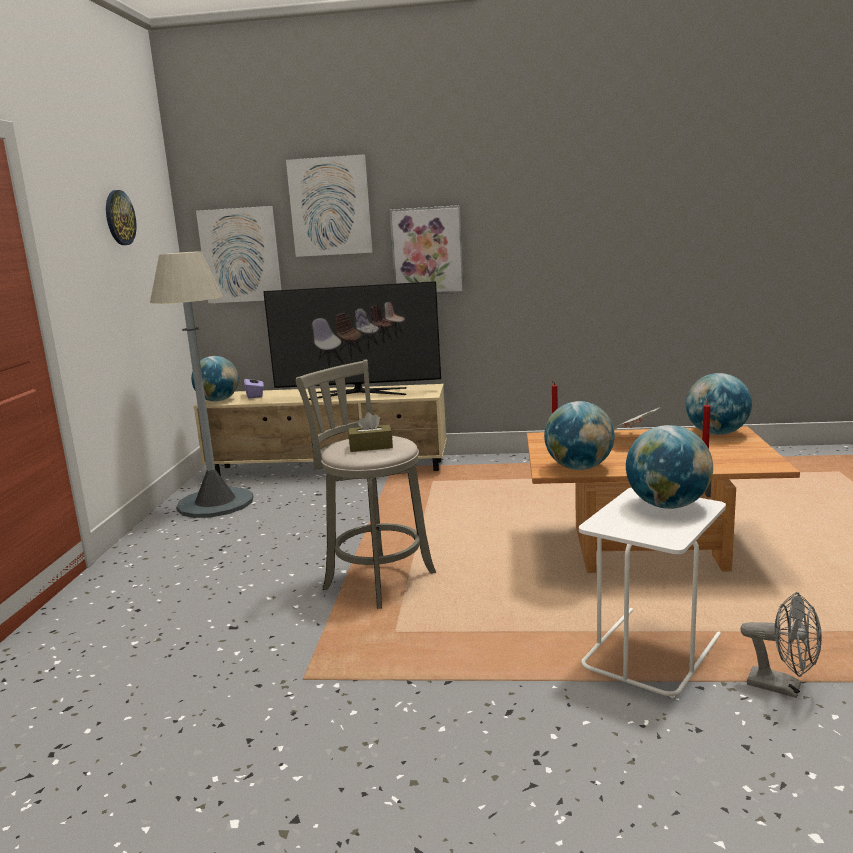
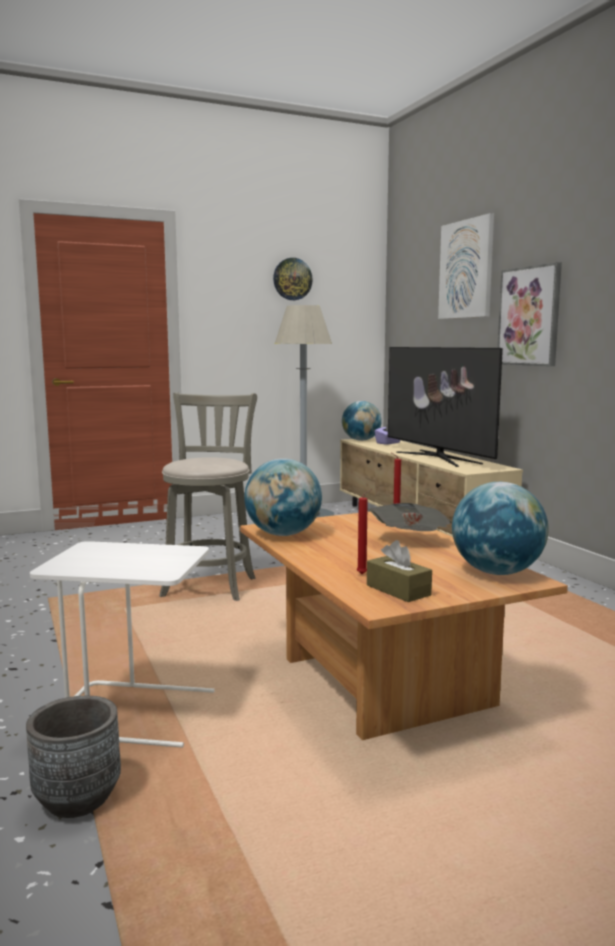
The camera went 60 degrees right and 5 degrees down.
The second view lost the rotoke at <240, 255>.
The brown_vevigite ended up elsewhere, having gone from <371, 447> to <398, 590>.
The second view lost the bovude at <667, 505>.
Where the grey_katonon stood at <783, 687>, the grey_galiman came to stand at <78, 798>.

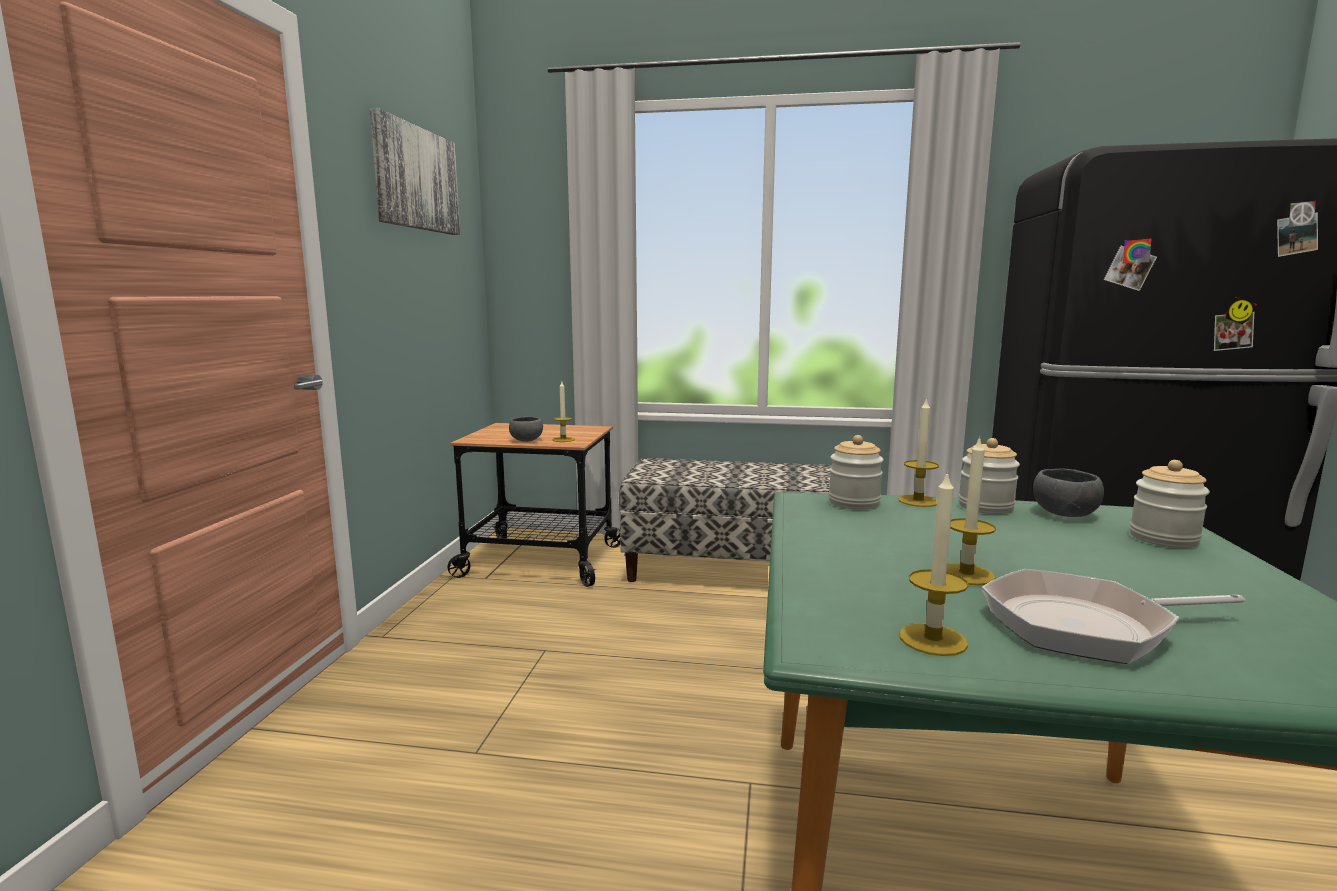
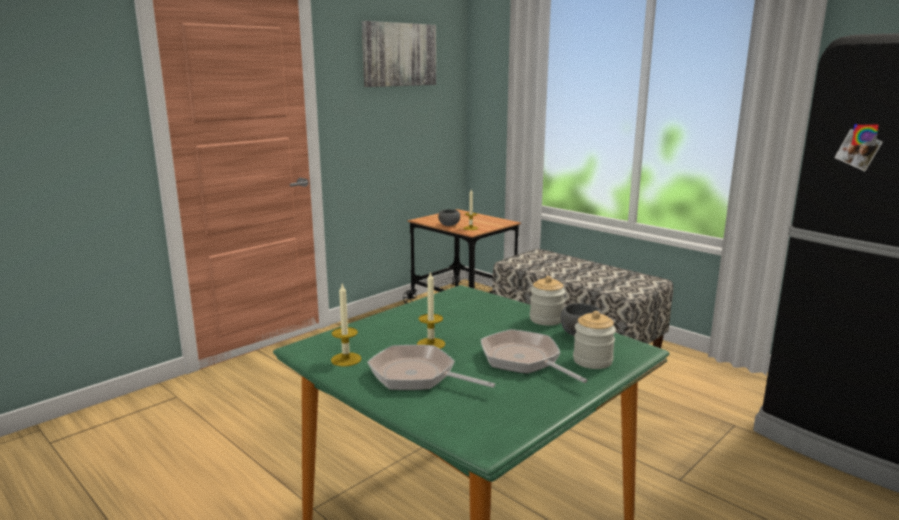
The camera went 35 degrees right and 5 degrees up.
The second view lost the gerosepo at <854, 502>.
The second view lost the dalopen at <918, 501>.
The second view gained the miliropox at <524, 360>.

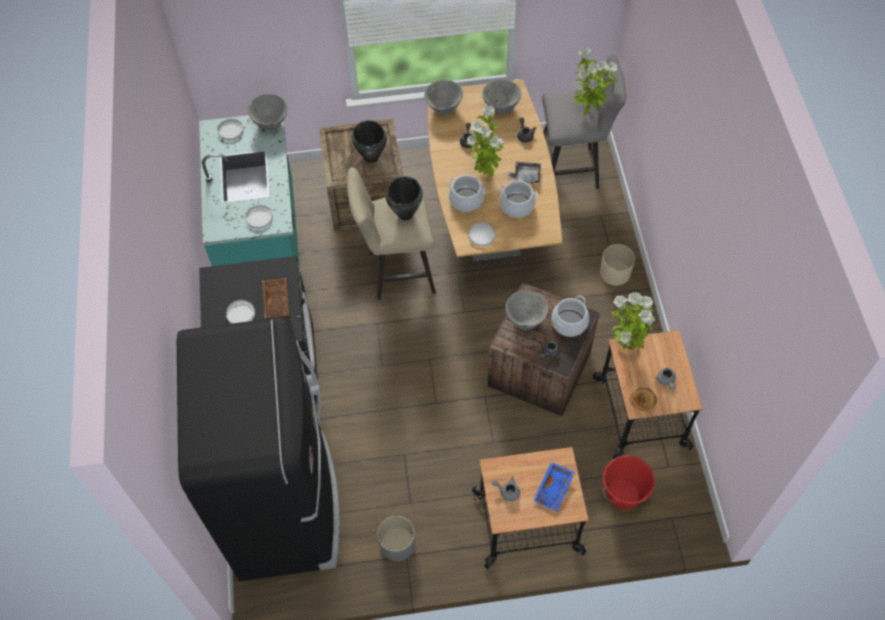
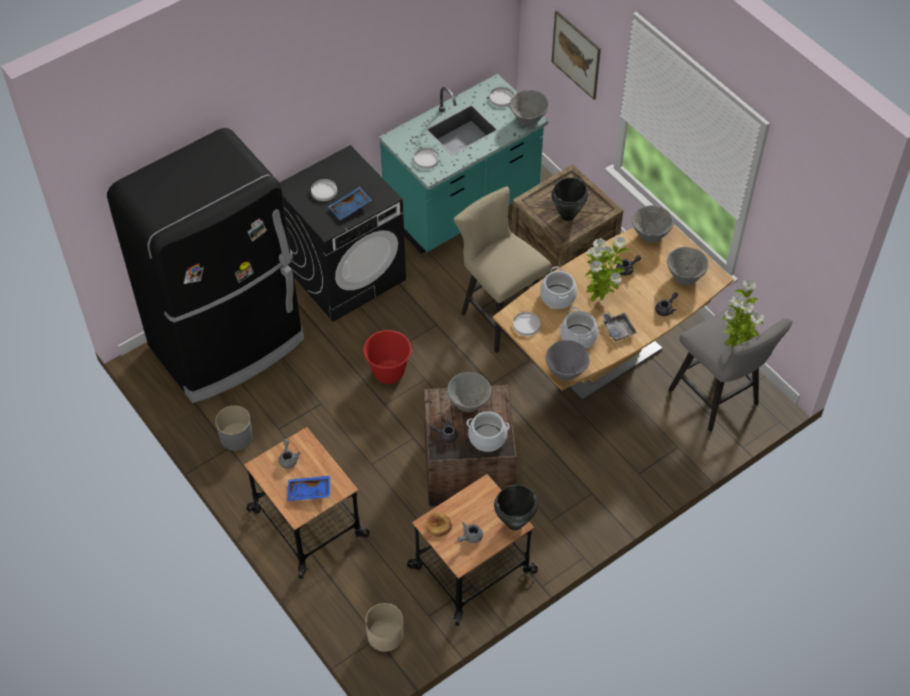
The camera went 60 degrees right and 5 degrees down.
What was the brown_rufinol at <277, 301> turned into the blue_rufinol at <350, 207>.
The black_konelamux ended up elsewhere, having gone from <406, 214> to <515, 523>.
The beige_galiman ended up elsewhere, having gone from <615, 273> to <385, 635>.
The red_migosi ended up elsewhere, having gone from <623, 495> to <388, 372>.
The second view lost the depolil at <626, 346>.
The second view gained the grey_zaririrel at <566, 371>.
The second view gained the rotoke at <576, 55>.

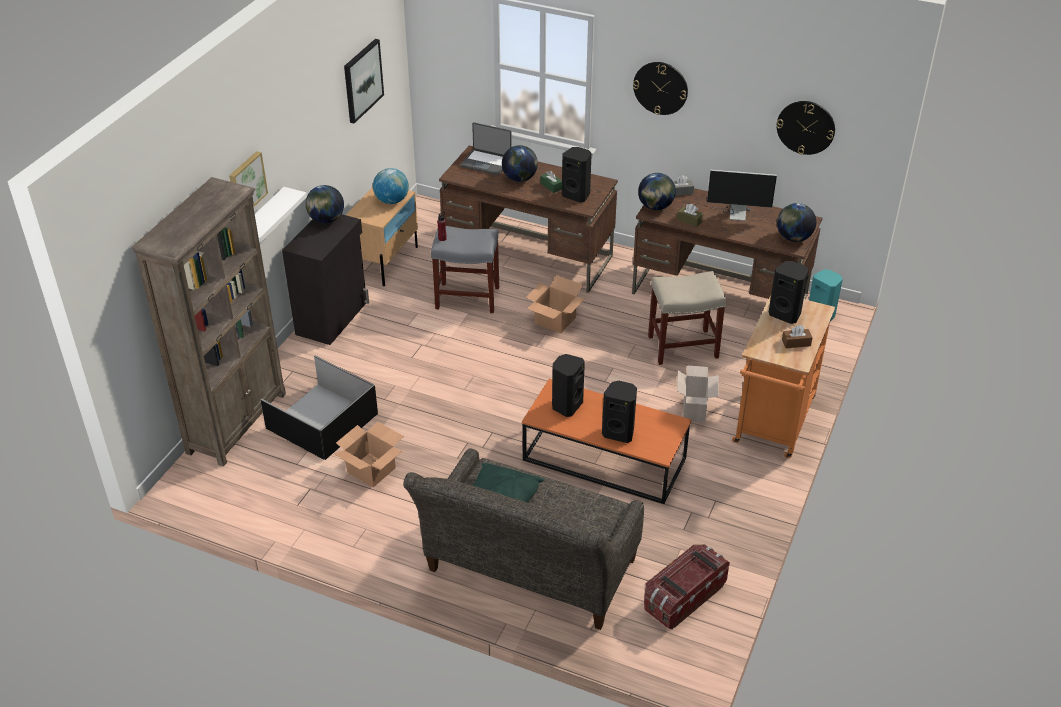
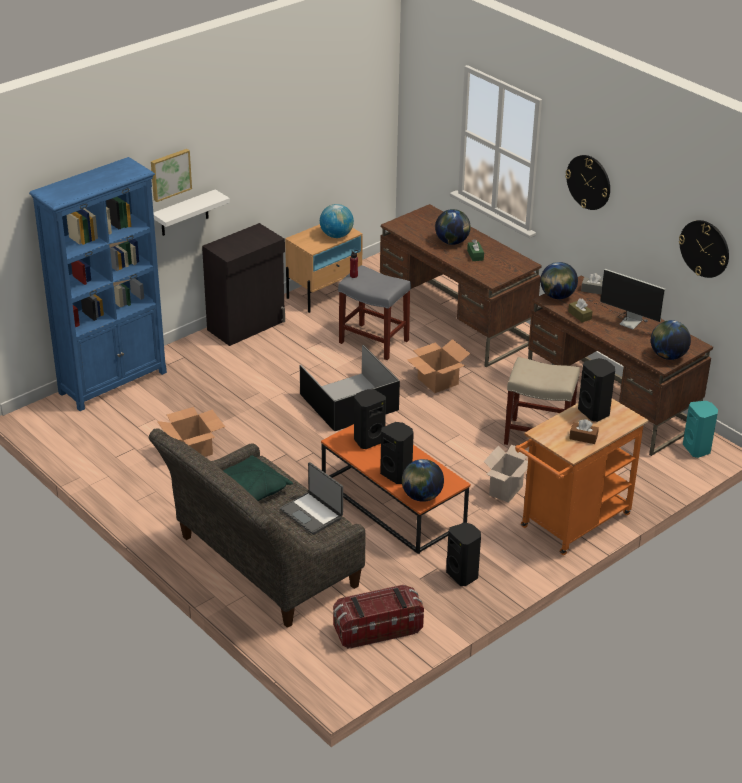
The camera went 25 degrees right and 5 degrees down.
What was the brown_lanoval at <237, 422> turned into the blue_lanoval at <113, 382>.
The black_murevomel ended up elsewhere, having gone from <322, 420> to <350, 401>.
The bovude ended up elsewhere, having gone from <326, 220> to <421, 496>.
The second view lost the rotoke at <362, 80>.
The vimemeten ended up elsewhere, having gone from <486, 162> to <312, 513>.
The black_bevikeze ended up elsewhere, having gone from <576, 195> to <463, 575>.

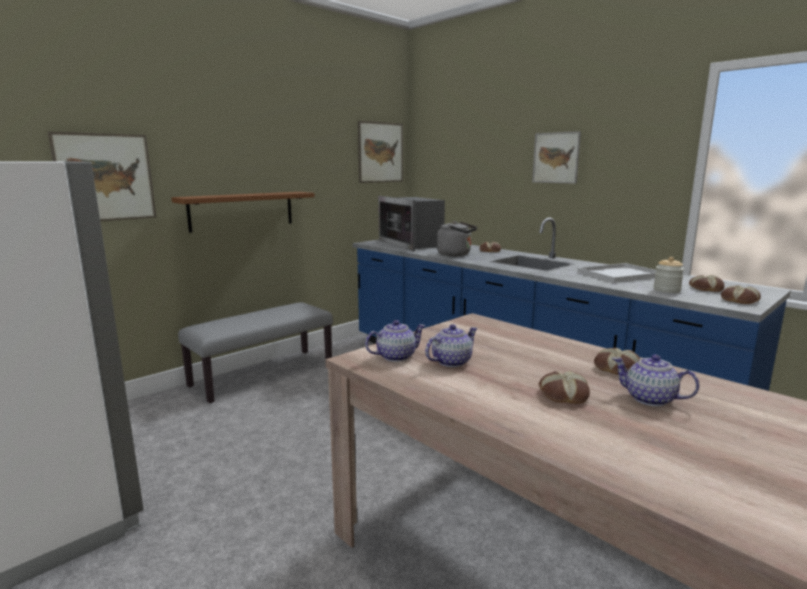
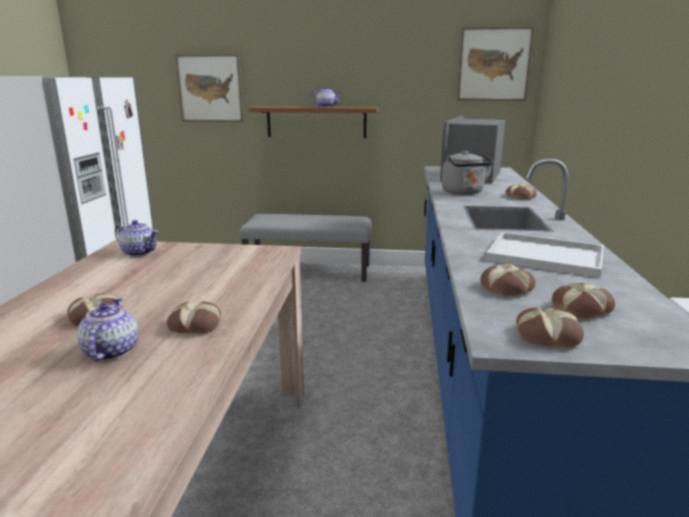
The camera went 50 degrees right and 5 degrees up.
The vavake ended up elsewhere, having gone from <451, 362> to <326, 106>.
The second view lost the rotoke at <556, 158>.
Where the gerosepo stood at <666, 290>, the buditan came to stand at <507, 288>.

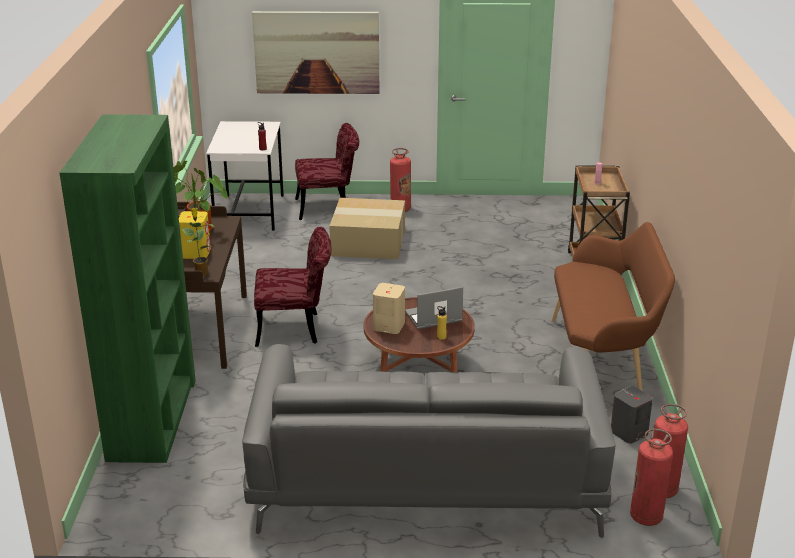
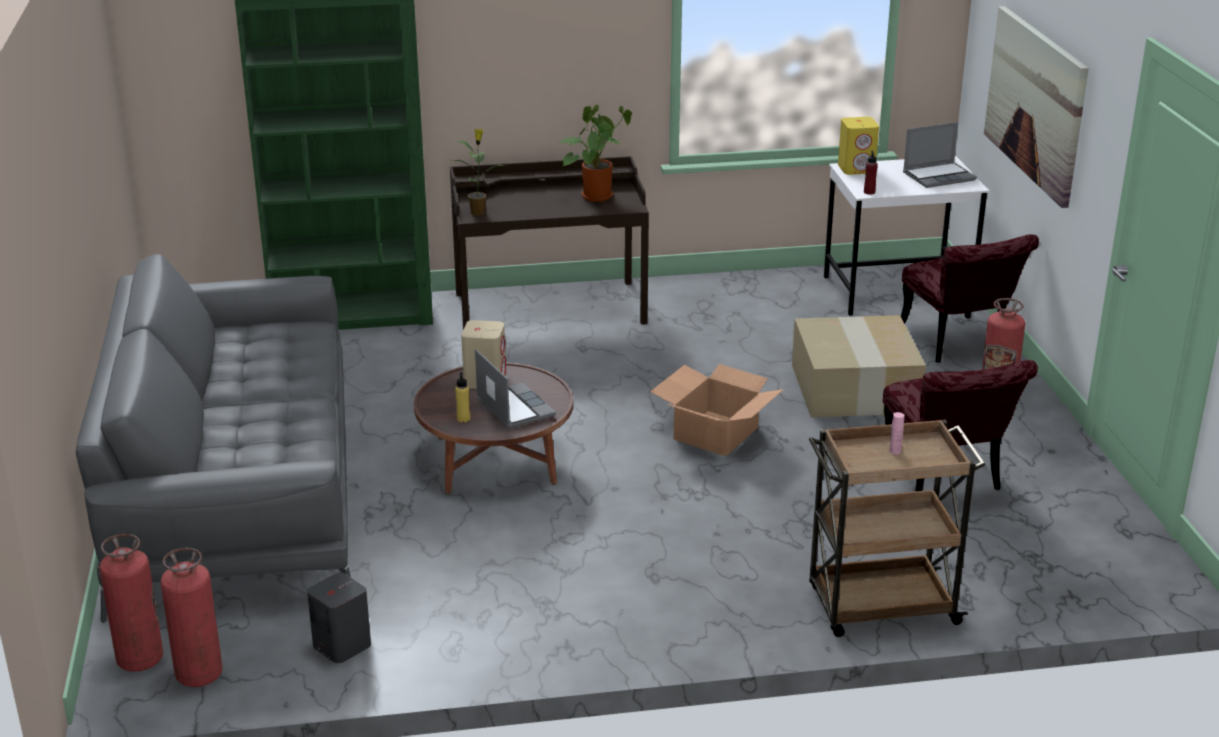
The camera went 80 degrees right and 0 degrees up.
The yellow_bevikeze ended up elsewhere, having gone from <196, 253> to <856, 169>.
The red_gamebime ended up elsewhere, having gone from <296, 329> to <945, 479>.
The second view lost the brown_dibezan at <602, 361>.
The second view gained the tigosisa at <715, 433>.
The second view gained the vimemeten at <939, 176>.

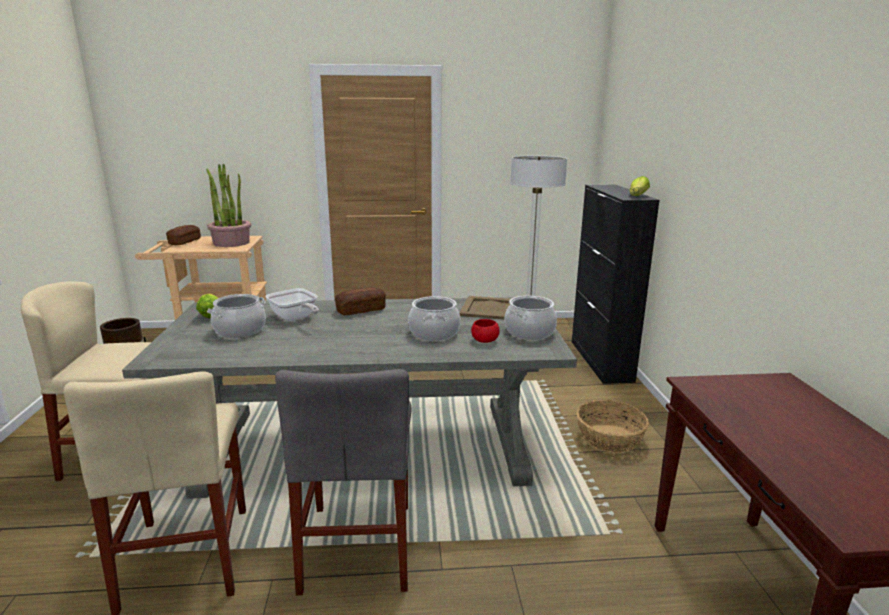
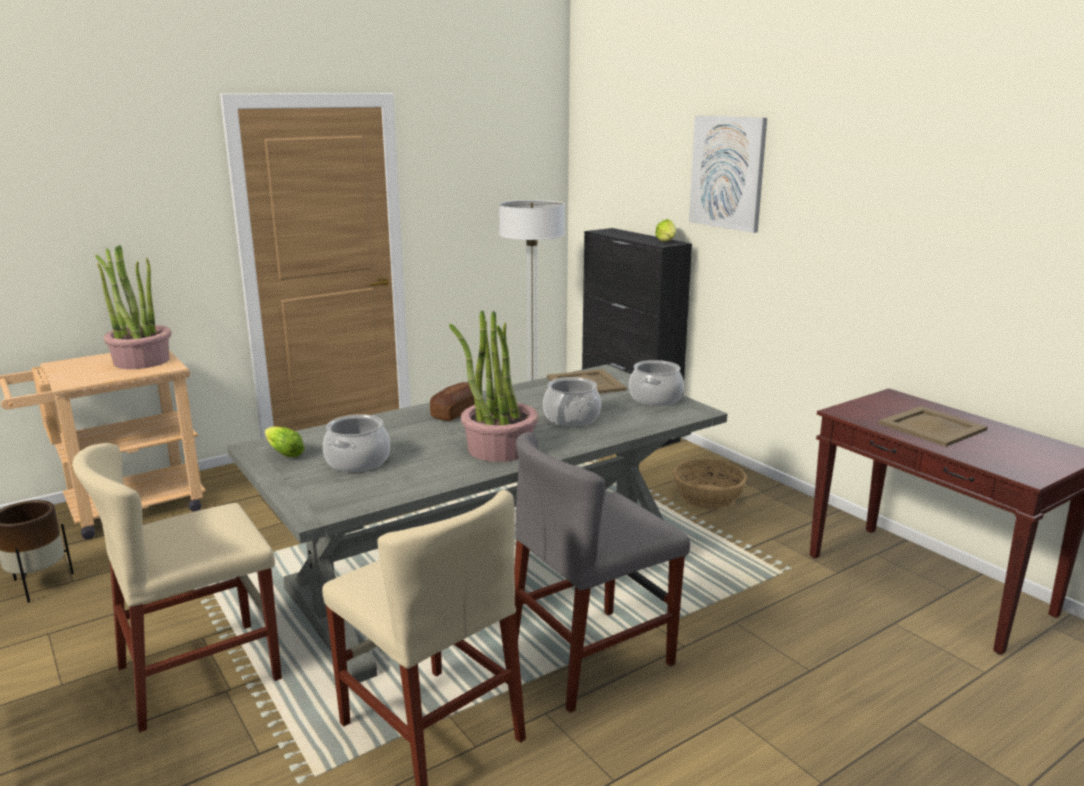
The camera went 30 degrees left and 0 degrees up.
The second view lost the buditan at <184, 242>.
The second view lost the miliropox at <295, 318>.
The grey_gamebime at <358, 546> ended up facing another way, 90 degrees clockwise from before.
The second view lost the red_zaririrel at <484, 341>.
The second view gained the depolil at <499, 449>.
The second view gained the rotoke at <728, 172>.
The second view gained the beige_rufinol at <933, 427>.

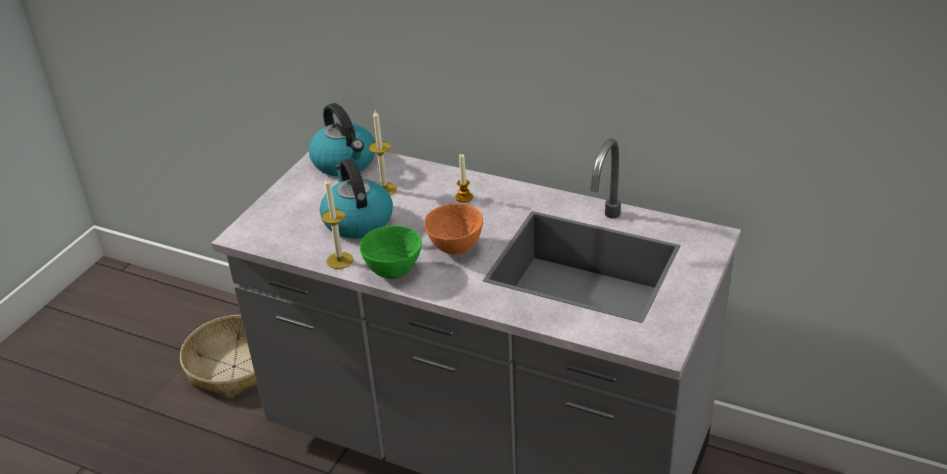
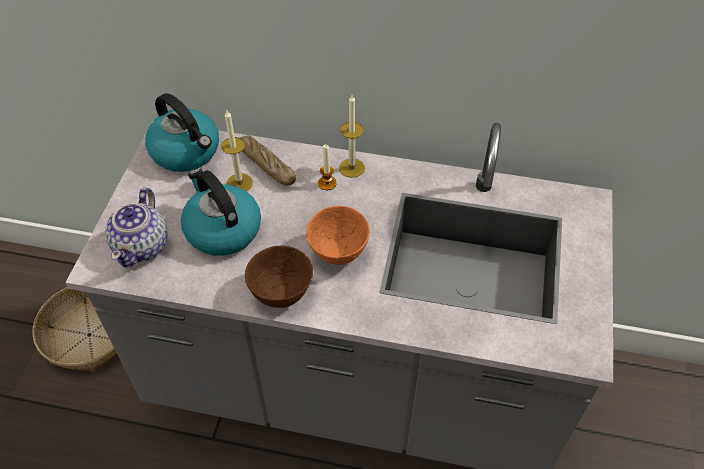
The camera went 15 degrees left and 15 degrees up.
The dalopen ended up elsewhere, having gone from <340, 260> to <352, 168>.
What was the green_zaririrel at <393, 271> turned into the brown_zaririrel at <280, 293>.
The second view gained the vavake at <142, 246>.
The second view gained the buditan at <266, 165>.

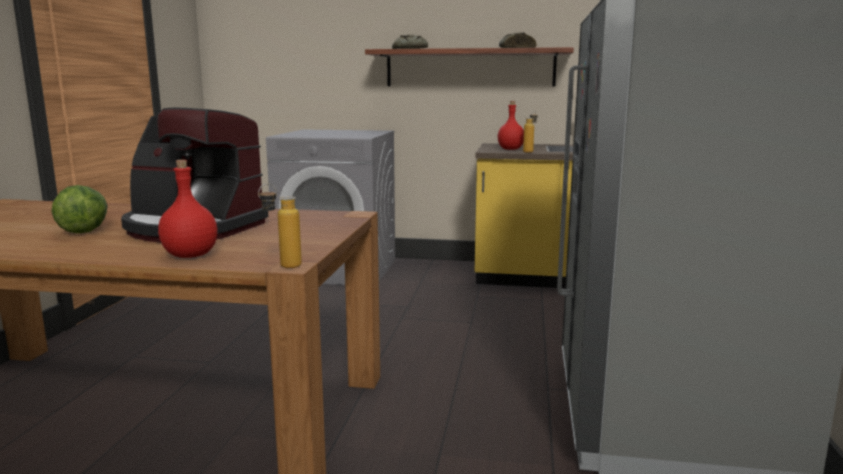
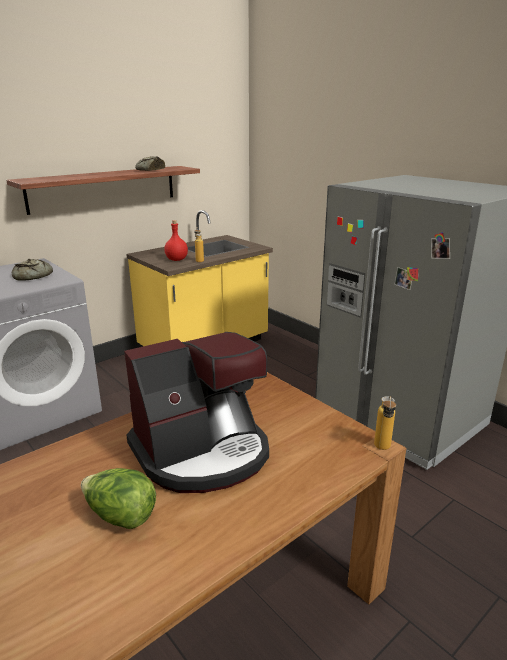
The camera went 50 degrees left and 10 degrees up.
The second view lost the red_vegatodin at <189, 255>.
The buditan ended up elsewhere, having gone from <409, 49> to <32, 276>.

